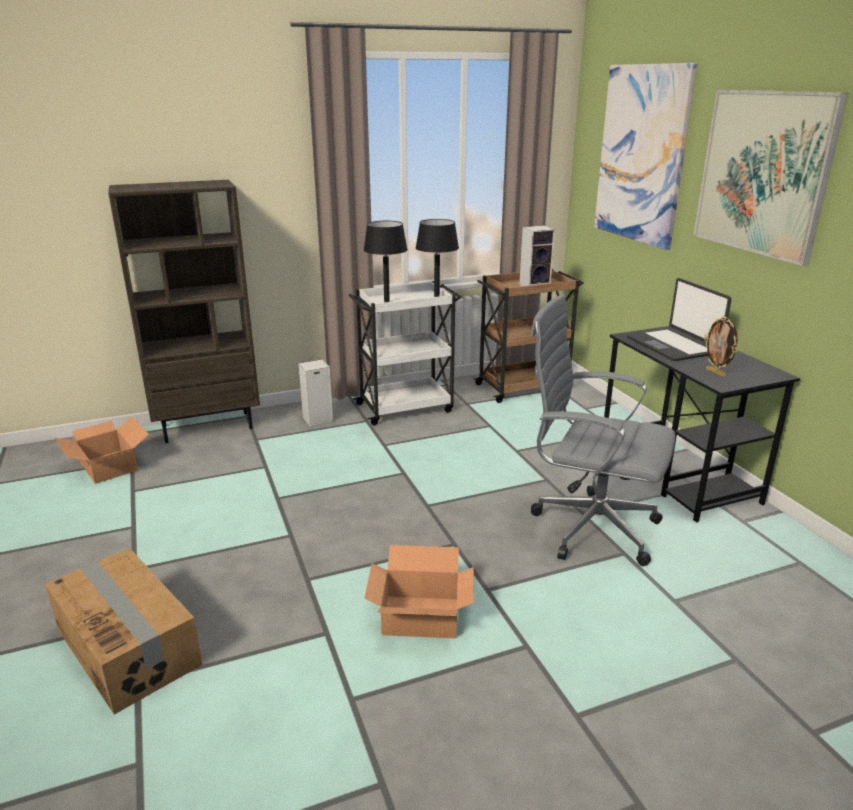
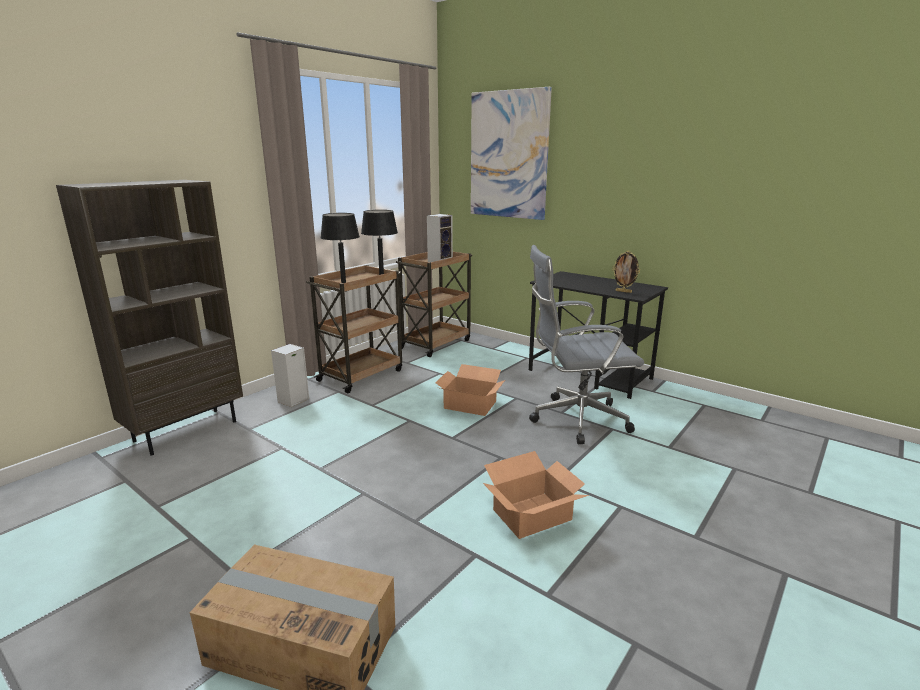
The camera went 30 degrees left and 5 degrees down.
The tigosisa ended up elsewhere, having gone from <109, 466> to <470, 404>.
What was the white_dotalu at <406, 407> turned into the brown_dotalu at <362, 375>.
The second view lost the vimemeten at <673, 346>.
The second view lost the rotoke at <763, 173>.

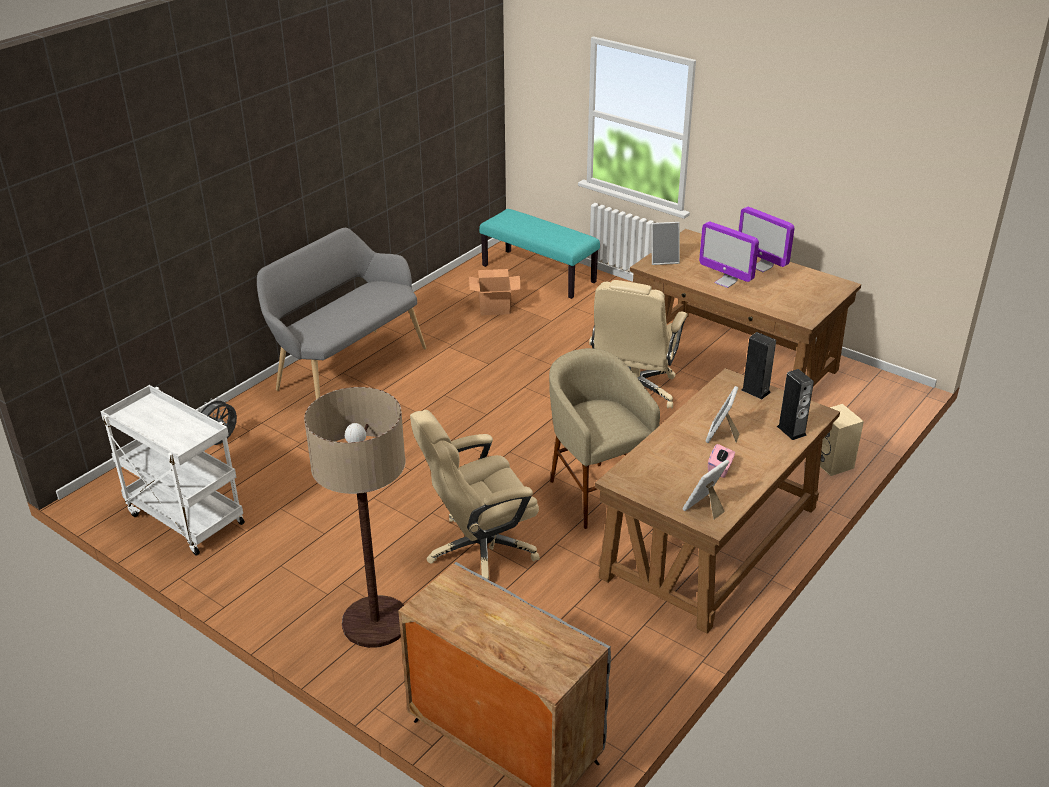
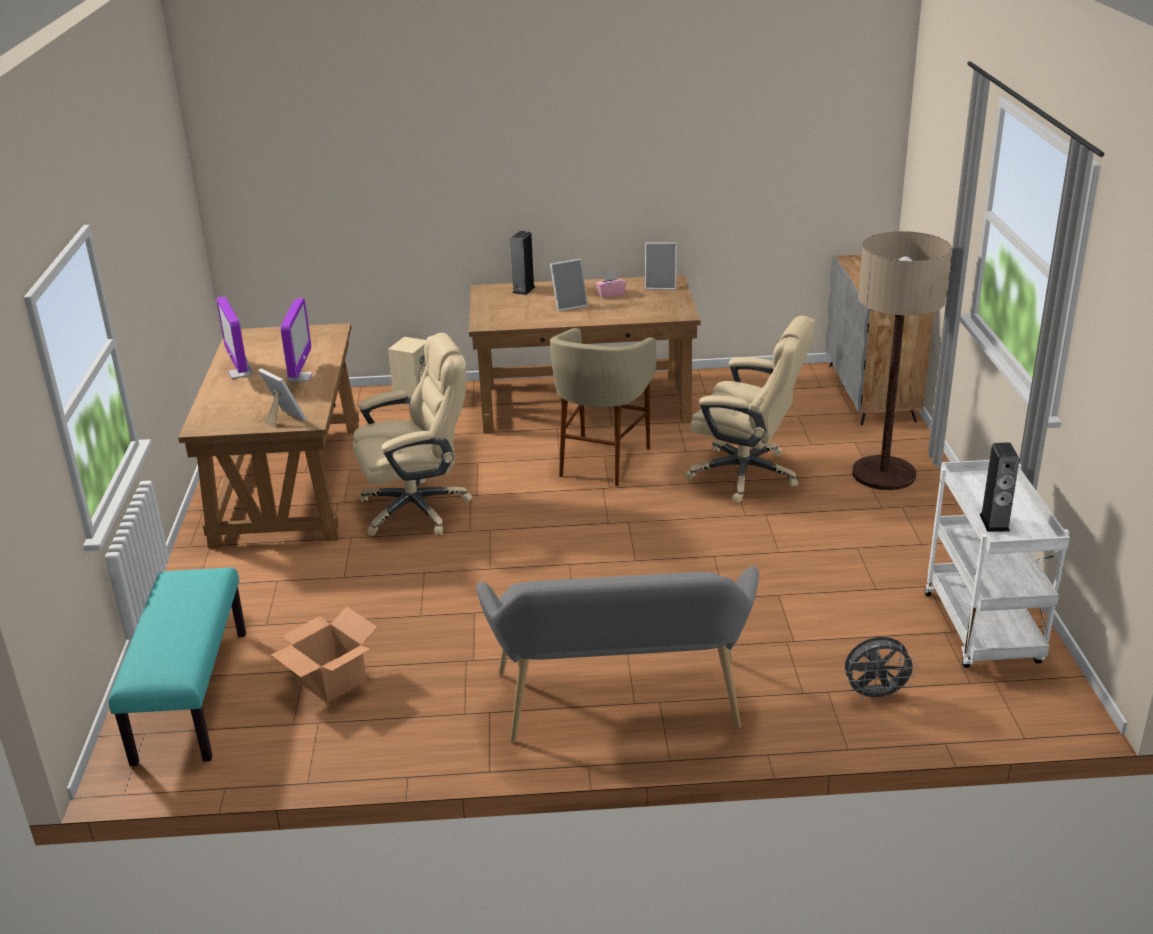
The camera went 130 degrees left and 5 degrees down.
The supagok at <762, 267> ended up facing another way, 150 degrees clockwise from before.
The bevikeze ended up elsewhere, having gone from <755, 391> to <994, 522>.

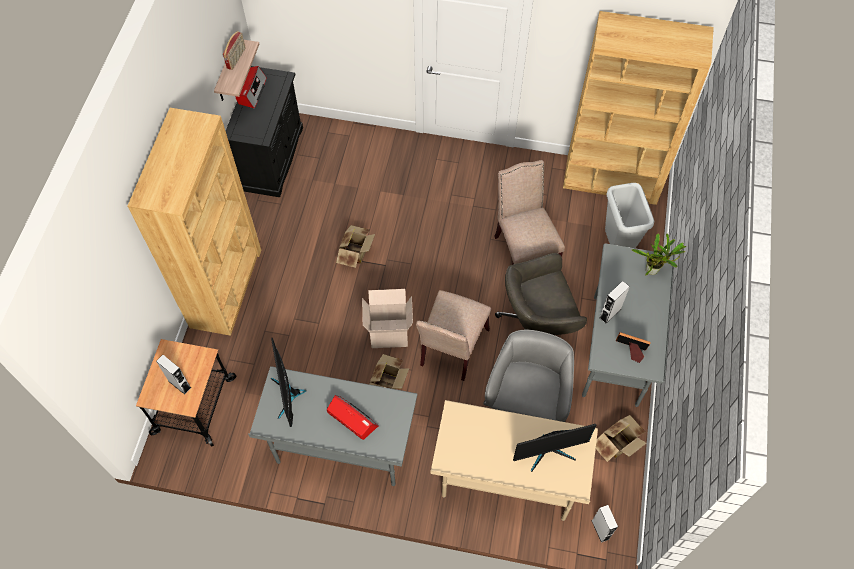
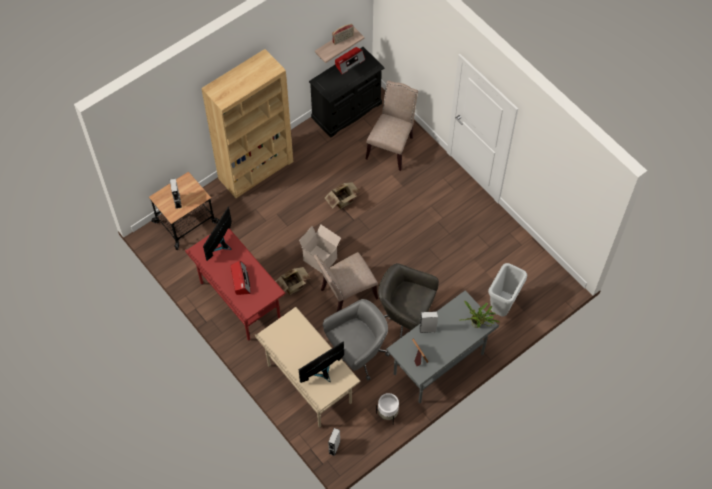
The camera went 40 degrees right and 0 degrees up.
What was the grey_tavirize at <342, 448> turned into the red_tavirize at <240, 301>.
The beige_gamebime ended up elsewhere, having gone from <523, 252> to <391, 146>.
The supagok at <549, 452> ended up facing another way, 120 degrees clockwise from before.
The second view lost the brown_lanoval at <611, 180>.
Where the tigosisa stood at <618, 445>, the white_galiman came to stand at <388, 414>.

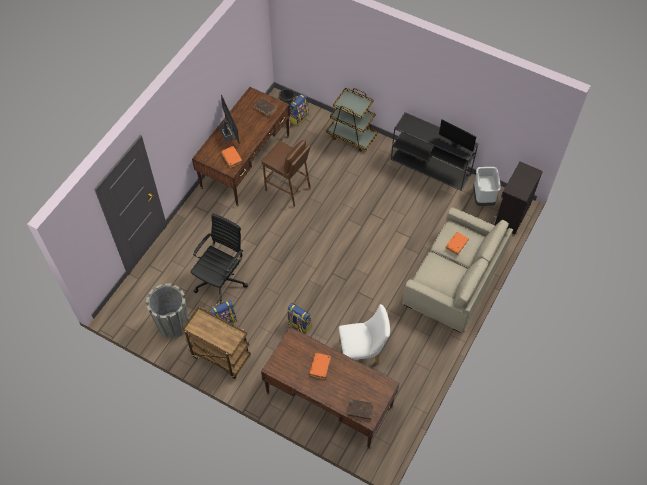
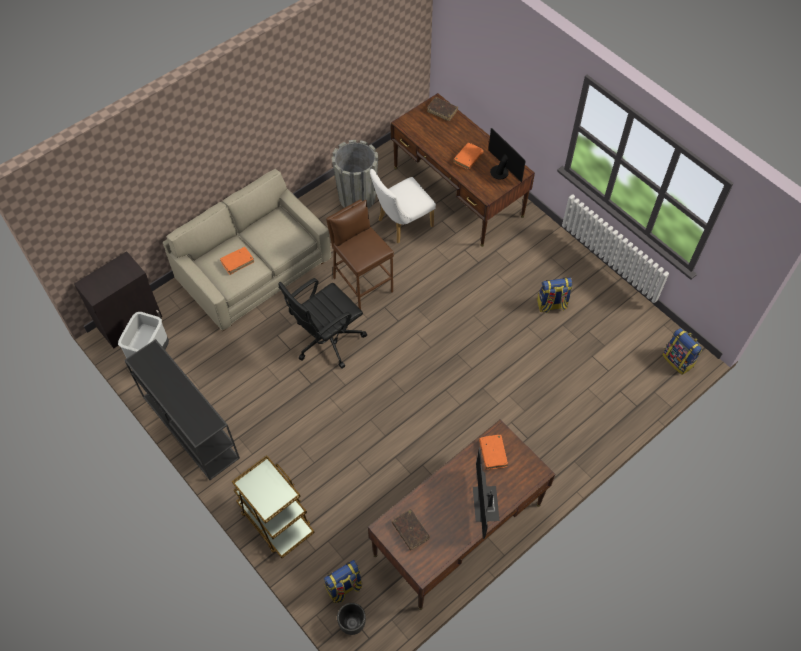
The camera went 160 degrees left and 0 degrees up.
The grey_galiman ended up elsewhere, having gone from <173, 324> to <357, 197>.
The second view lost the brown_dotalu at <220, 356>.
The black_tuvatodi ended up elsewhere, having gone from <221, 280> to <326, 340>.
The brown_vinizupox ended up elsewhere, having gone from <288, 189> to <362, 284>.
The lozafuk ended up elsewhere, having gone from <299, 325> to <678, 361>.
The white_gamebime at <362, 352> ended up facing another way, 45 degrees counterclockwise from before.
The supagok ended up elsewhere, having gone from <456, 143> to <501, 171>.

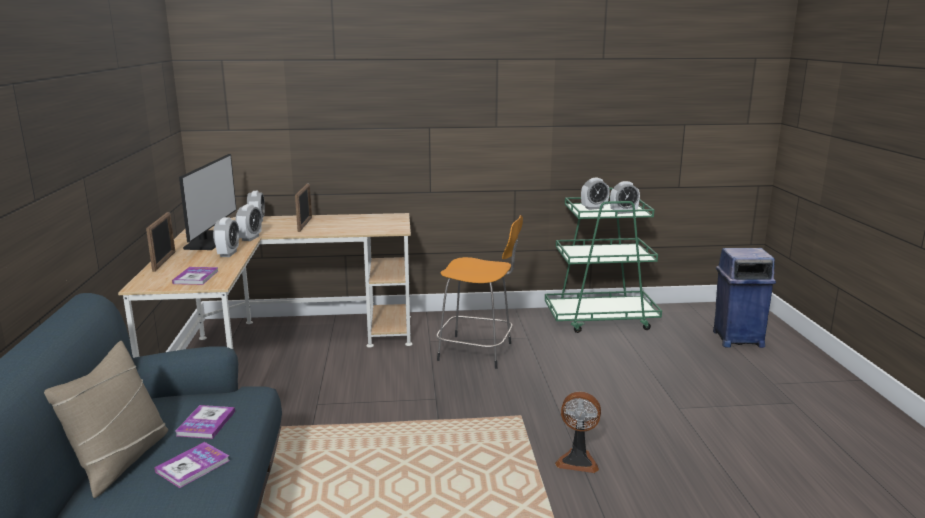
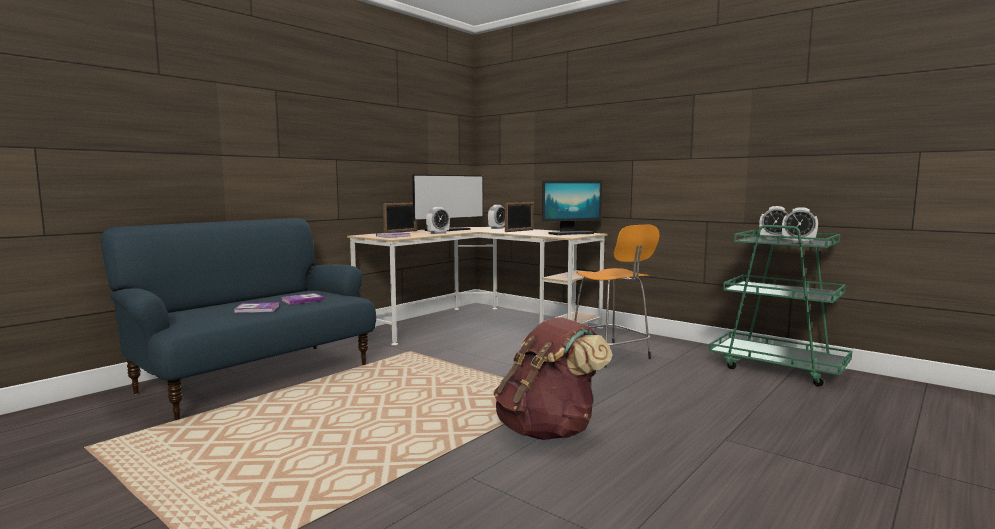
The camera went 45 degrees right and 10 degrees down.
The second view lost the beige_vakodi at <120, 461>.
The second view lost the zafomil at <250, 238>.
Where the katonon stood at <578, 460>, the brown_lozafuk came to stand at <548, 430>.
The second view lost the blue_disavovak at <736, 339>.
The second view gained the supagok at <571, 233>.

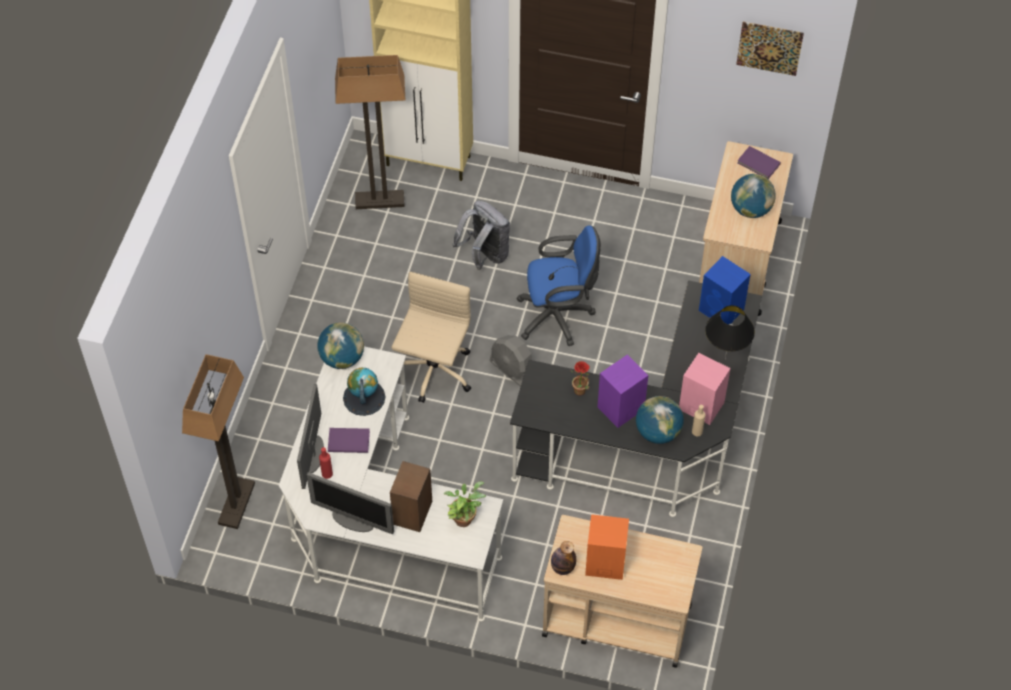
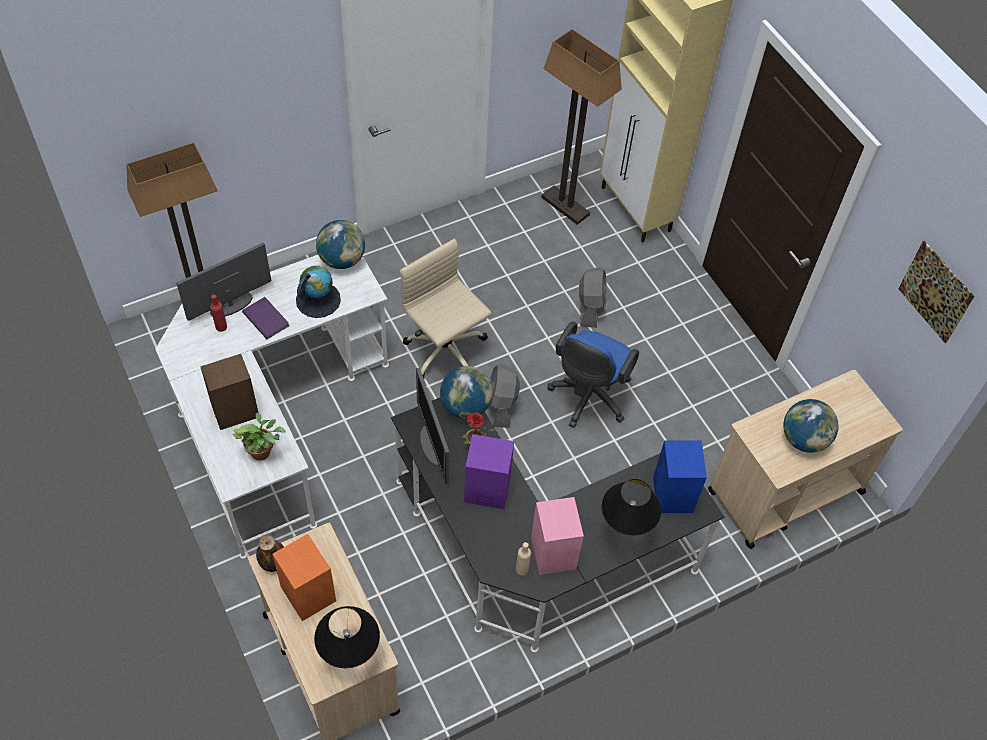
The camera went 45 degrees right and 0 degrees up.
The supagok ended up elsewhere, having gone from <353, 520> to <433, 446>.
The beige_tuvatodi at <433, 372> ended up facing another way, 105 degrees counterclockwise from before.
Where the grey_lozafuk stood at <485, 255>, the grey_katonon came to stand at <590, 307>.
The blue_tuvatodi at <558, 316> ended up facing another way, 75 degrees clockwise from before.
The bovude ended up elsewhere, having gone from <658, 432> to <465, 406>.
The second view lost the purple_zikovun at <758, 164>.
The second view gained the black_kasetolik at <351, 661>.

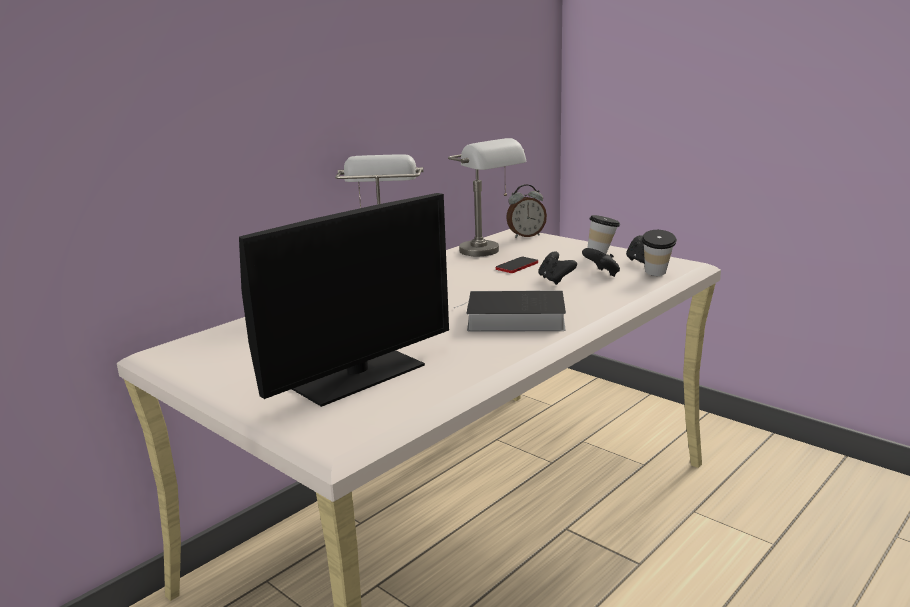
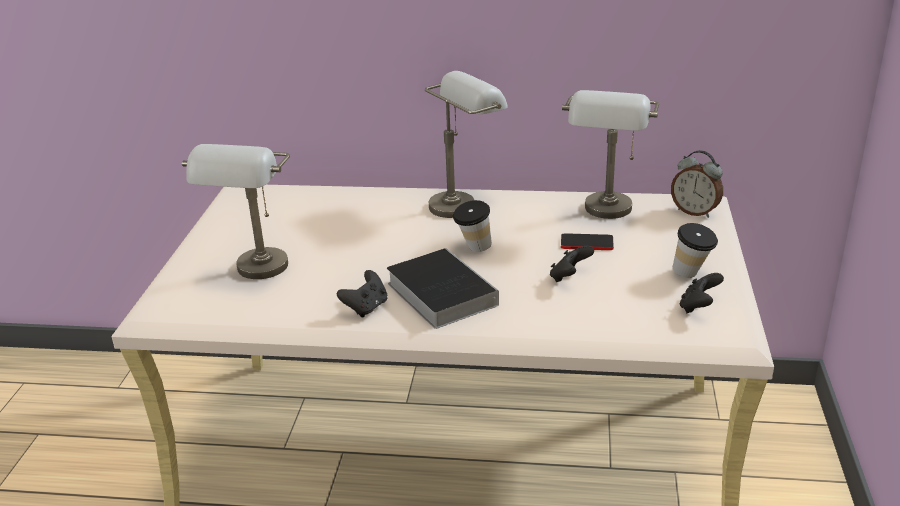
The camera went 55 degrees right and 10 degrees up.
Where the supagok stood at <358, 376>, the grey_kasetolik came to stand at <257, 275>.
The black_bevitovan ended up elsewhere, having gone from <602, 274> to <366, 308>.
The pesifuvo ended up elsewhere, having gone from <656, 275> to <473, 249>.

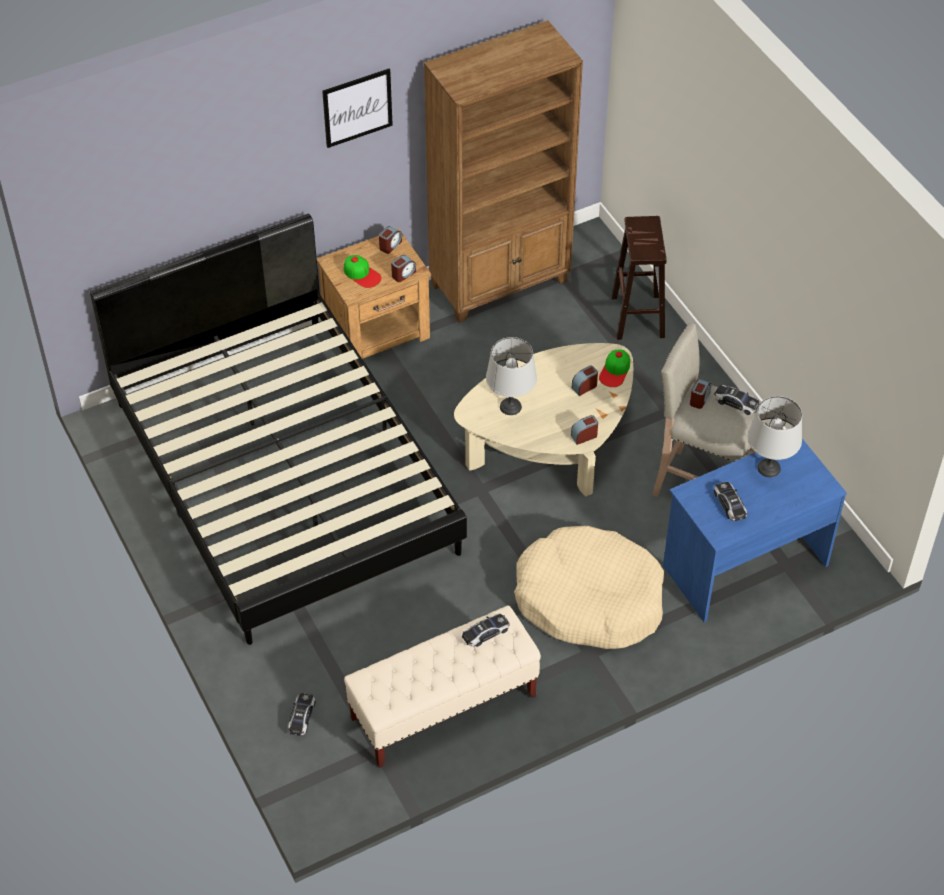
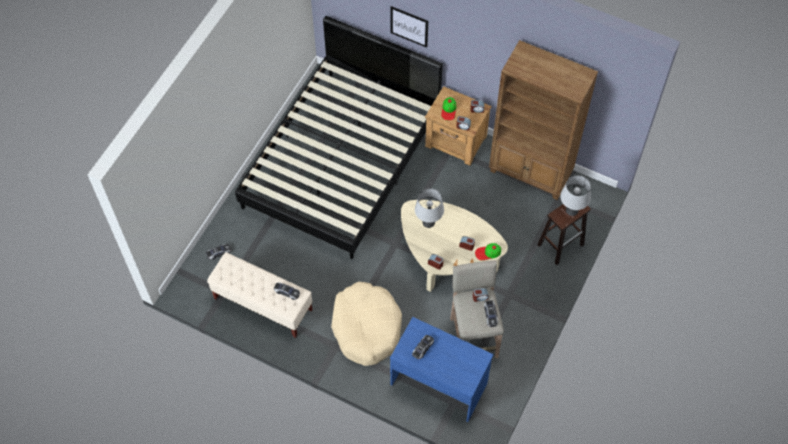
The camera went 55 degrees right and 10 degrees up.
The rotoke ended up elsewhere, having gone from <357, 107> to <409, 26>.
The grey_kasetolik ended up elsewhere, having gone from <769, 468> to <572, 210>.

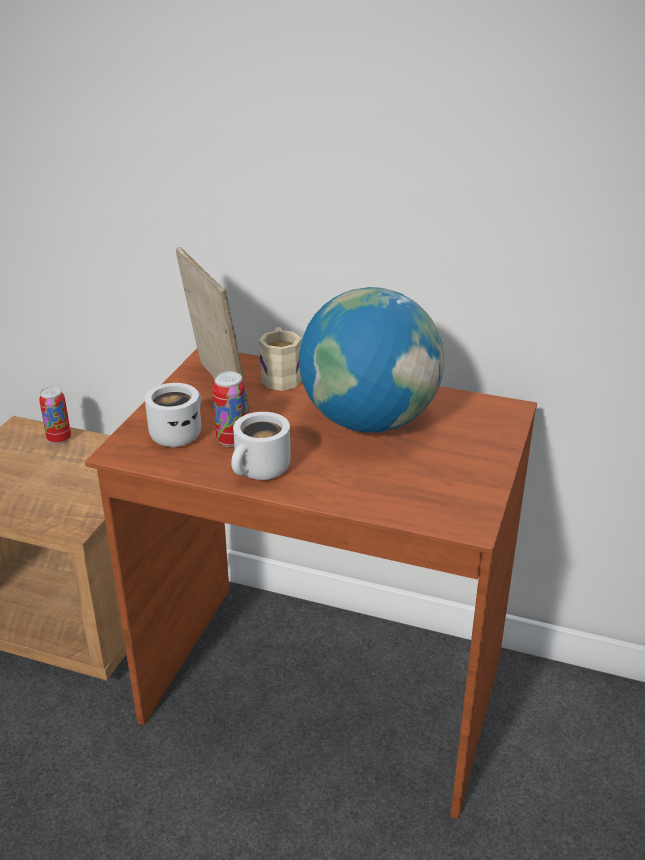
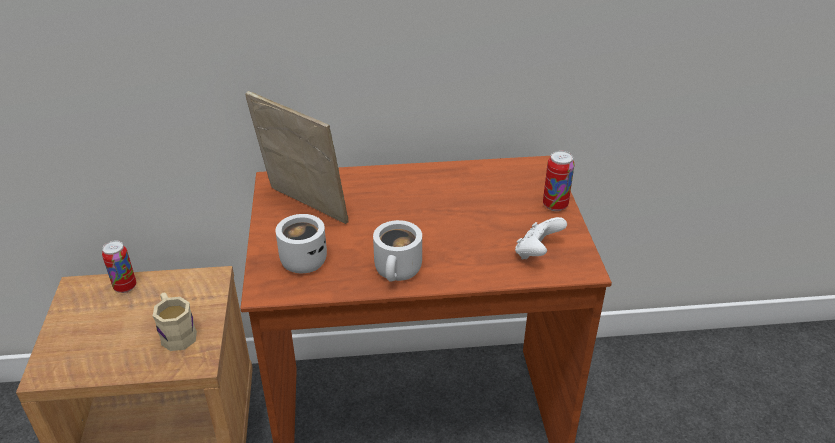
The camera went 25 degrees left and 5 degrees up.
The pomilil ended up elsewhere, having gone from <232, 440> to <555, 205>.
The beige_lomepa ended up elsewhere, having gone from <280, 375> to <176, 333>.
The second view lost the bovude at <369, 421>.
The second view gained the white_bevitovan at <537, 253>.

